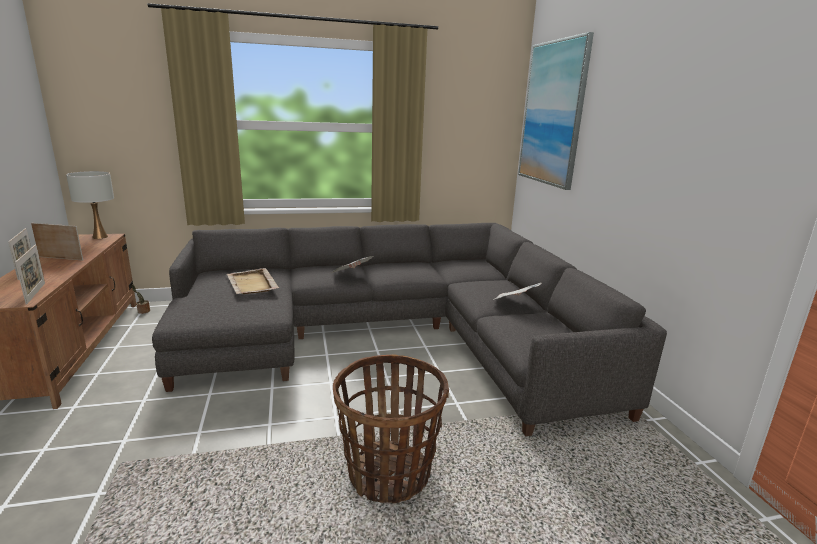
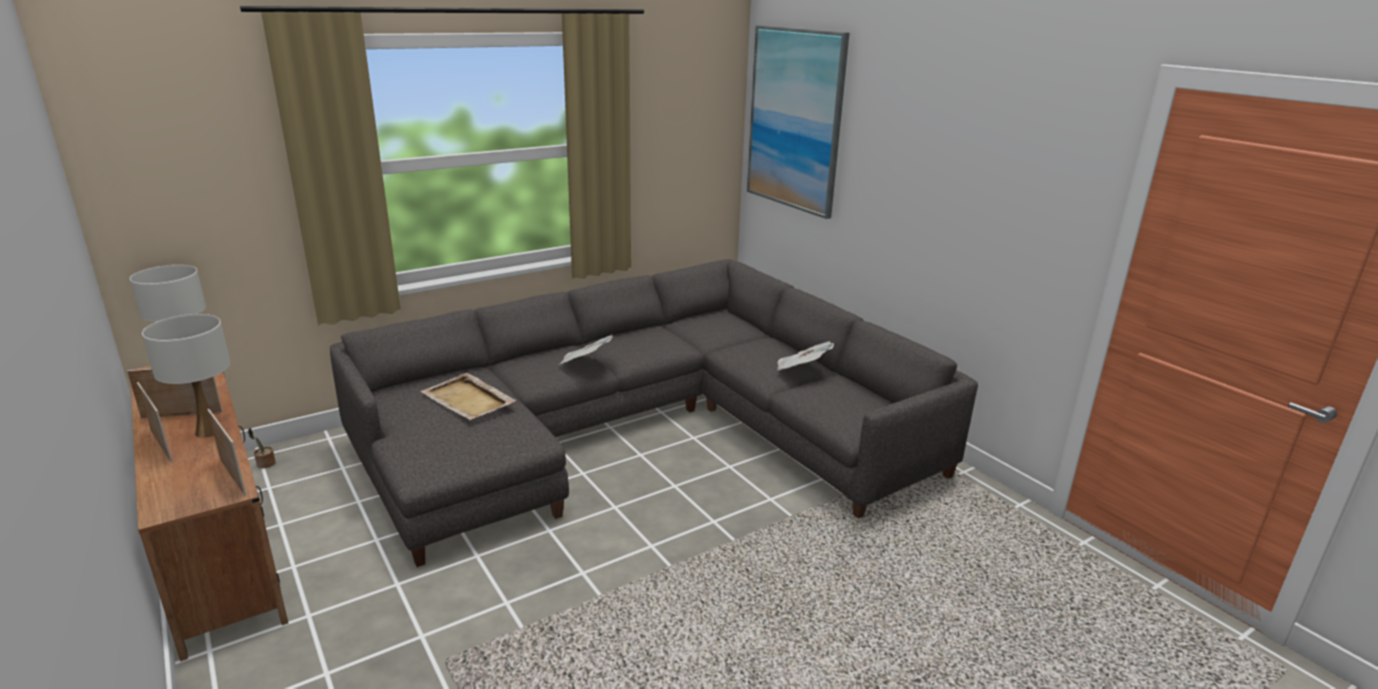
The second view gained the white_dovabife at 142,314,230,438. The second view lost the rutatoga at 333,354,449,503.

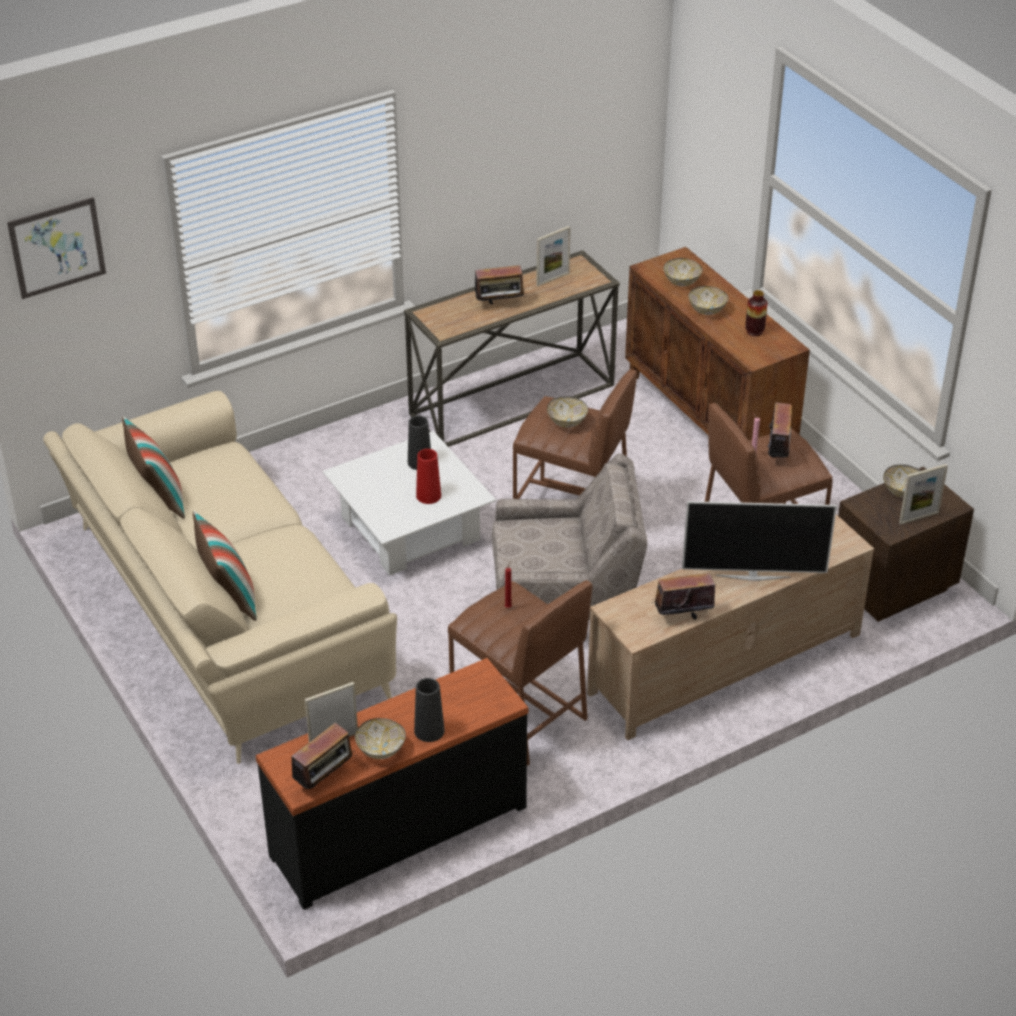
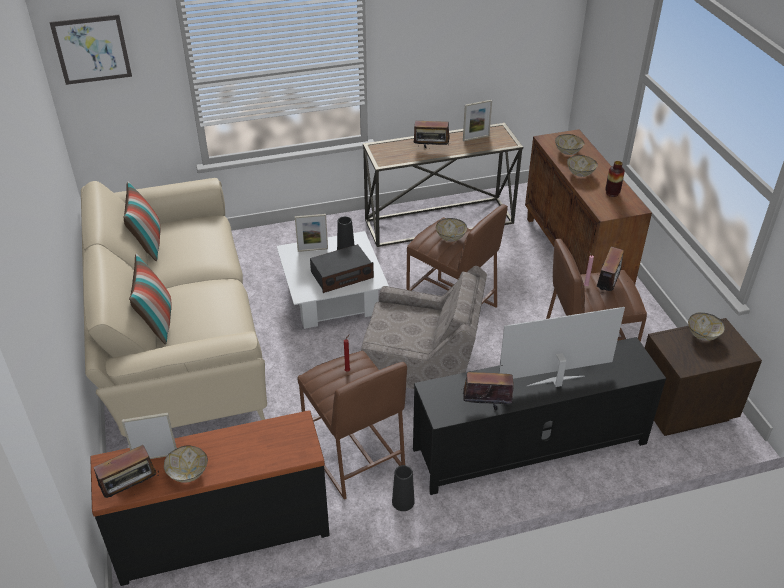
The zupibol ended up elsewhere, having gone from 899,464,948,524 to 295,214,328,252. Where the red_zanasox stood at 416,449,441,504, the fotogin came to stand at 310,244,374,293. The black_zanasox ended up elsewhere, having gone from 414,678,445,742 to 392,465,415,511. What was the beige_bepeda at 587,514,874,740 turned into the black_bepeda at 413,337,666,495. The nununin at 682,501,837,581 ended up facing another way, 150 degrees clockwise from before.

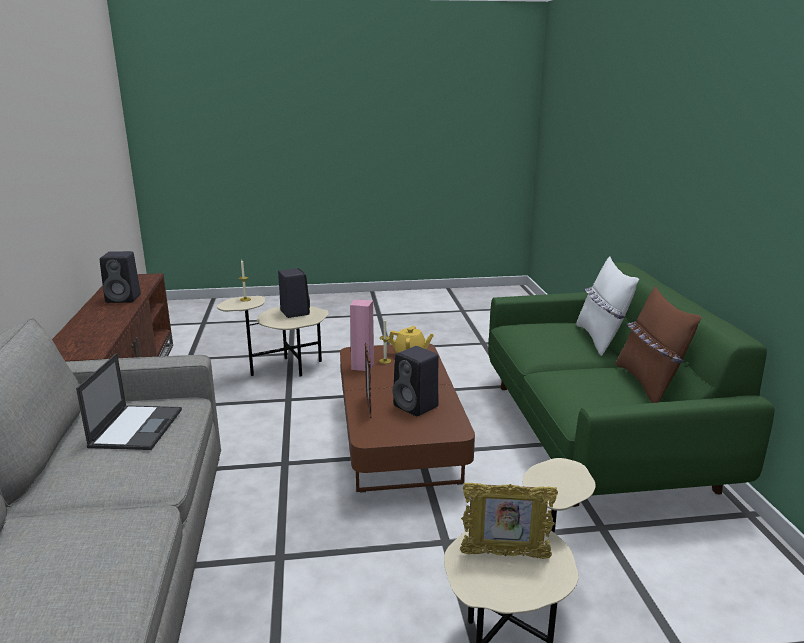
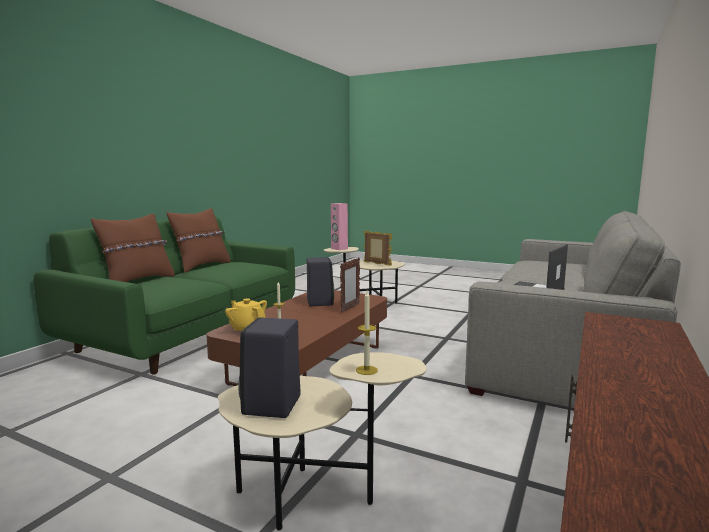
What was the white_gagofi at 576,257,639,356 turned into the brown_gagofi at 91,214,174,282. The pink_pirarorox ended up elsewhere, having gone from 350,299,374,371 to 331,203,348,250. The second view lost the black_pirarorox at 100,251,141,303.

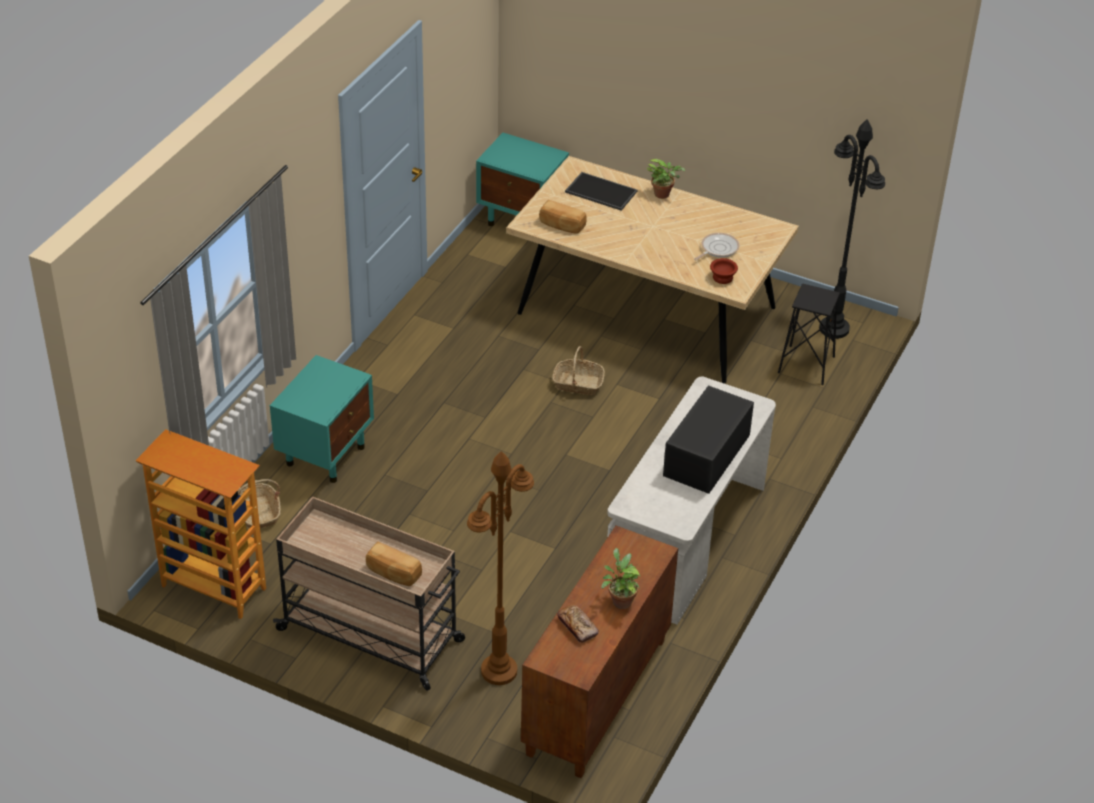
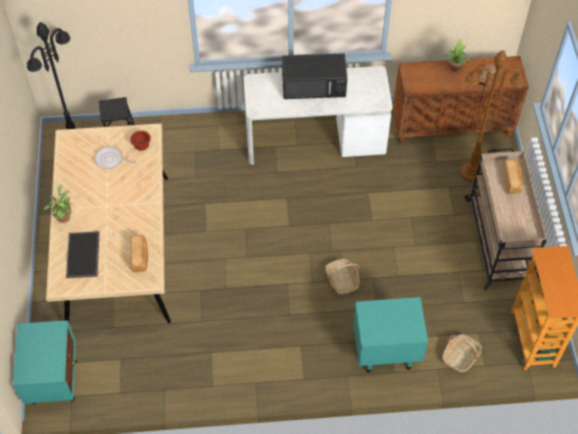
The rutatoga ended up elsewhere, having gone from 552,346,605,395 to 325,259,359,295.

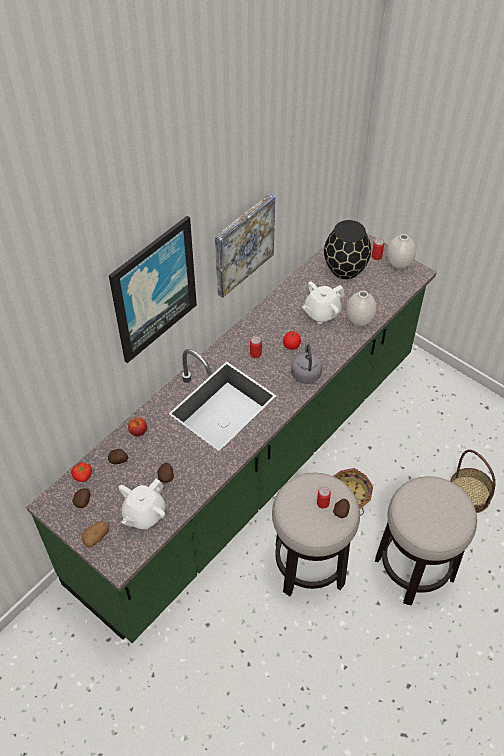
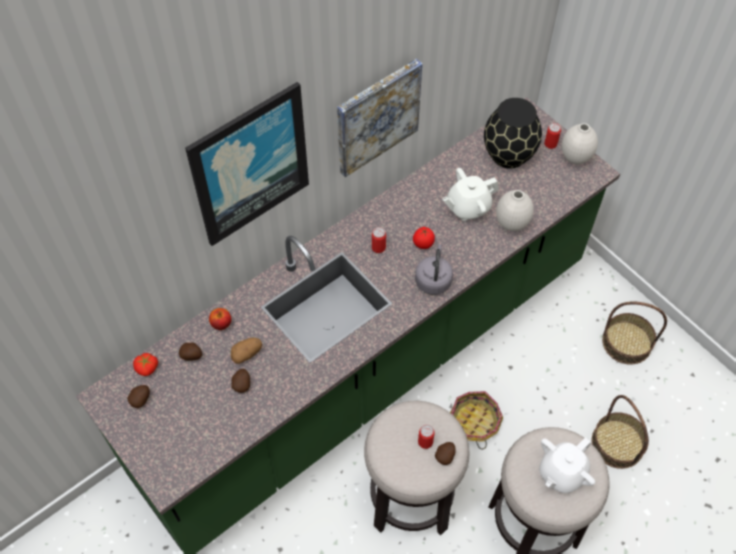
The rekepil ended up elsewhere, having gone from 82,521,109,547 to 231,337,262,364. The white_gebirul ended up elsewhere, having gone from 119,479,165,529 to 539,437,595,493. The second view gained the rutatoga at 602,302,667,365.

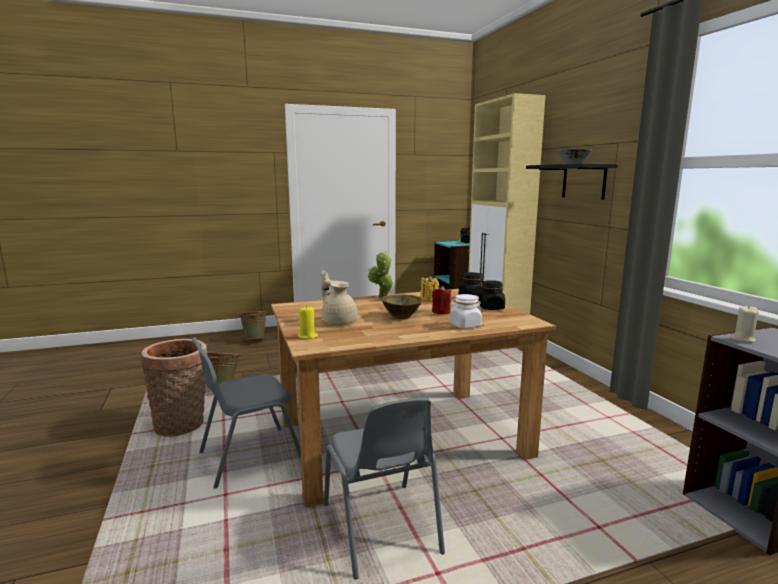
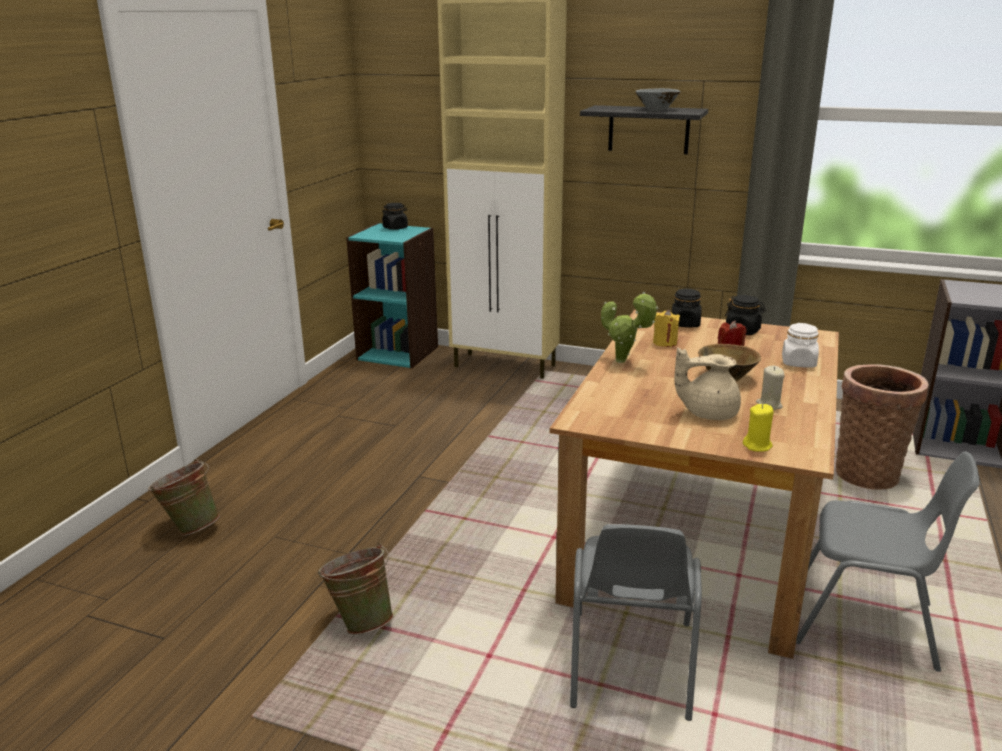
The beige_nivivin ended up elsewhere, having gone from 731,306,759,343 to 756,366,785,410. The rutatoga ended up elsewhere, having gone from 141,339,208,437 to 836,364,929,490.

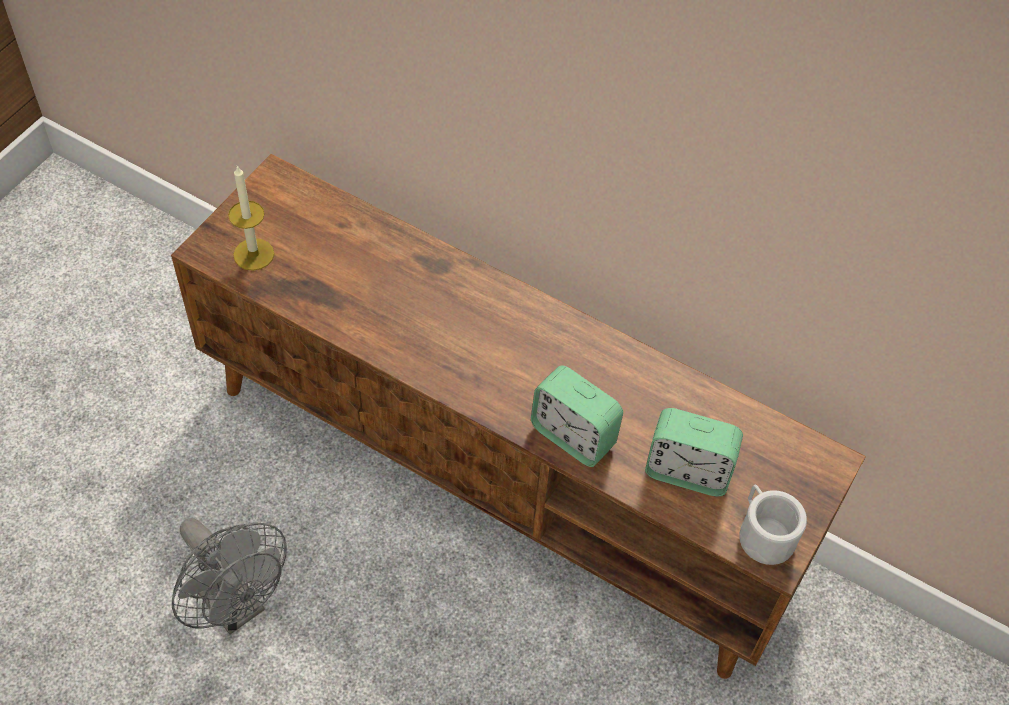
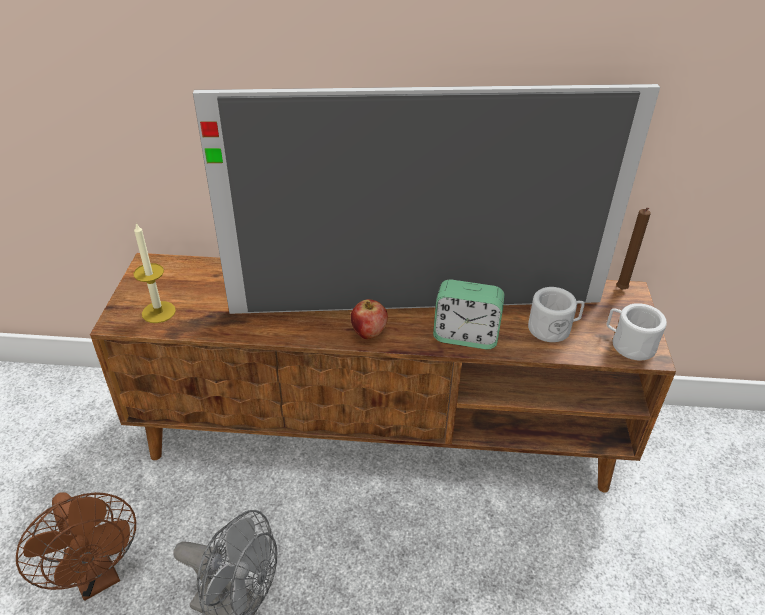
The second view gained the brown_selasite at 16,492,136,601. The second view gained the nununin at 193,84,660,314. The second view gained the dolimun at 351,299,388,339. Where the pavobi stood at 645,408,743,496, the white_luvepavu came to stand at 528,287,585,342. The second view gained the brown_nivivin at 616,207,651,290.

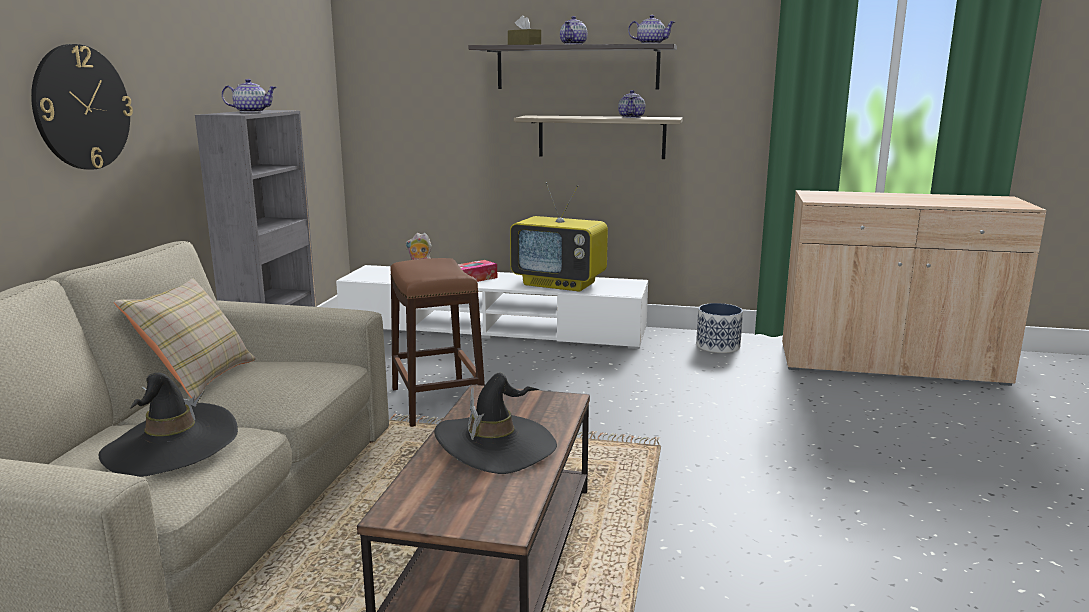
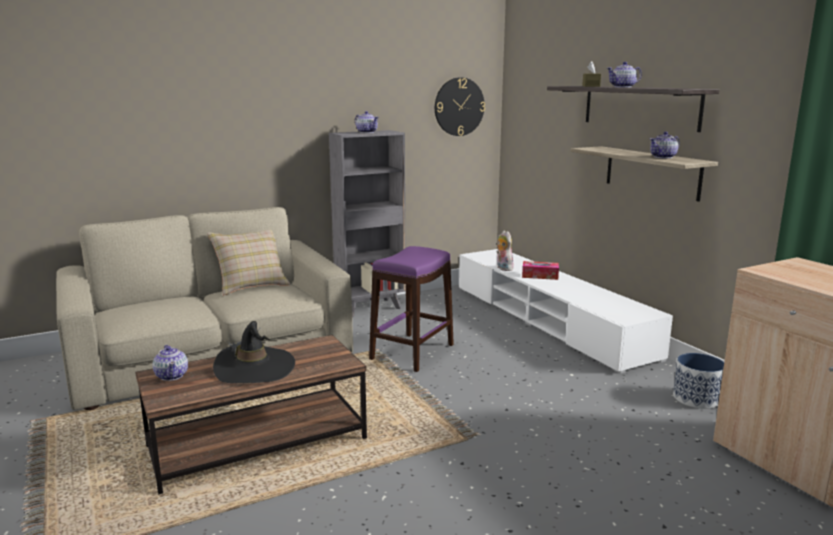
The gebirul ended up elsewhere, having gone from 628,15,675,44 to 153,345,188,381. What was the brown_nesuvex at 390,258,485,427 turned into the purple_nesuvex at 369,246,454,372. The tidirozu ended up elsewhere, having gone from 31,44,133,170 to 435,77,485,136. The second view lost the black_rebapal at 98,372,238,477. The second view lost the nununin at 510,182,608,292.

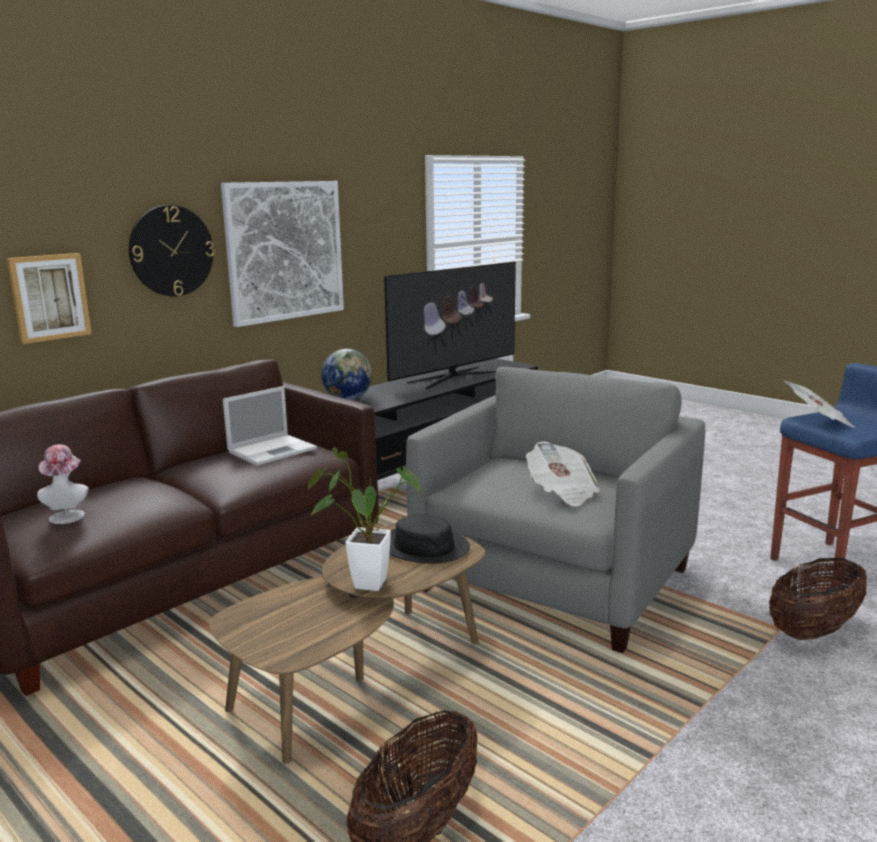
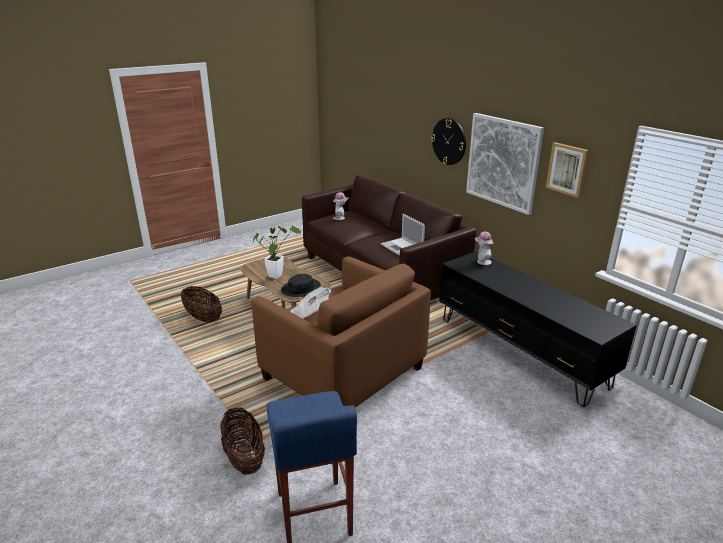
What was the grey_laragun at 406,367,705,653 turned into the brown_laragun at 251,256,431,407. Where the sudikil stood at 321,349,372,400, the rebapal came to stand at 475,232,493,265. The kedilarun ended up elsewhere, having gone from 7,253,92,344 to 546,142,589,198. The second view lost the nununin at 384,262,516,389. The second view lost the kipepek at 784,381,854,427.

